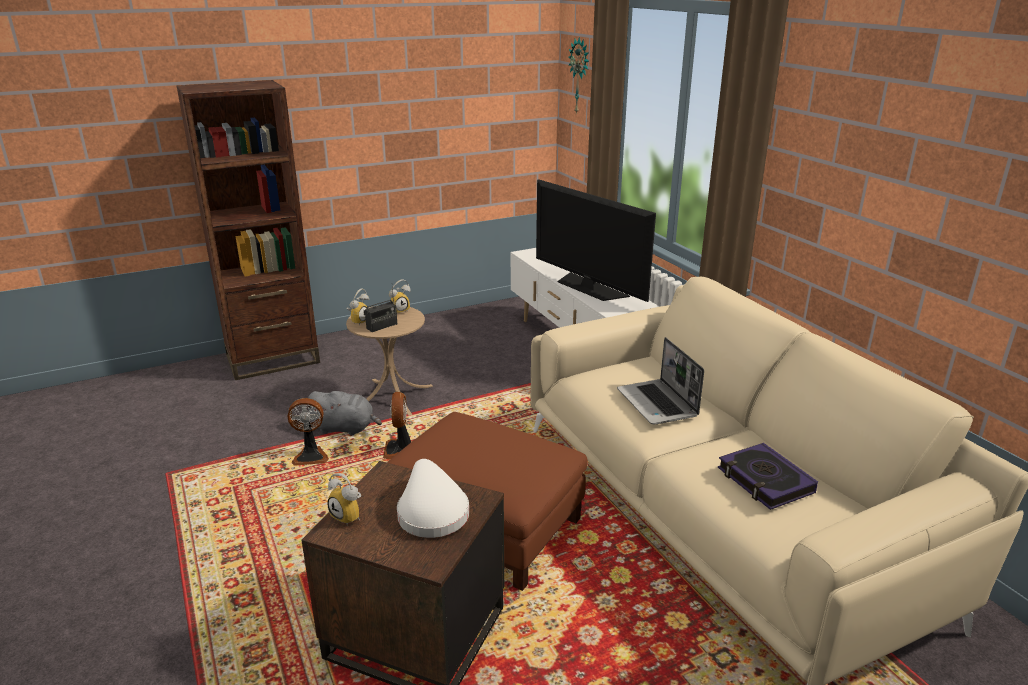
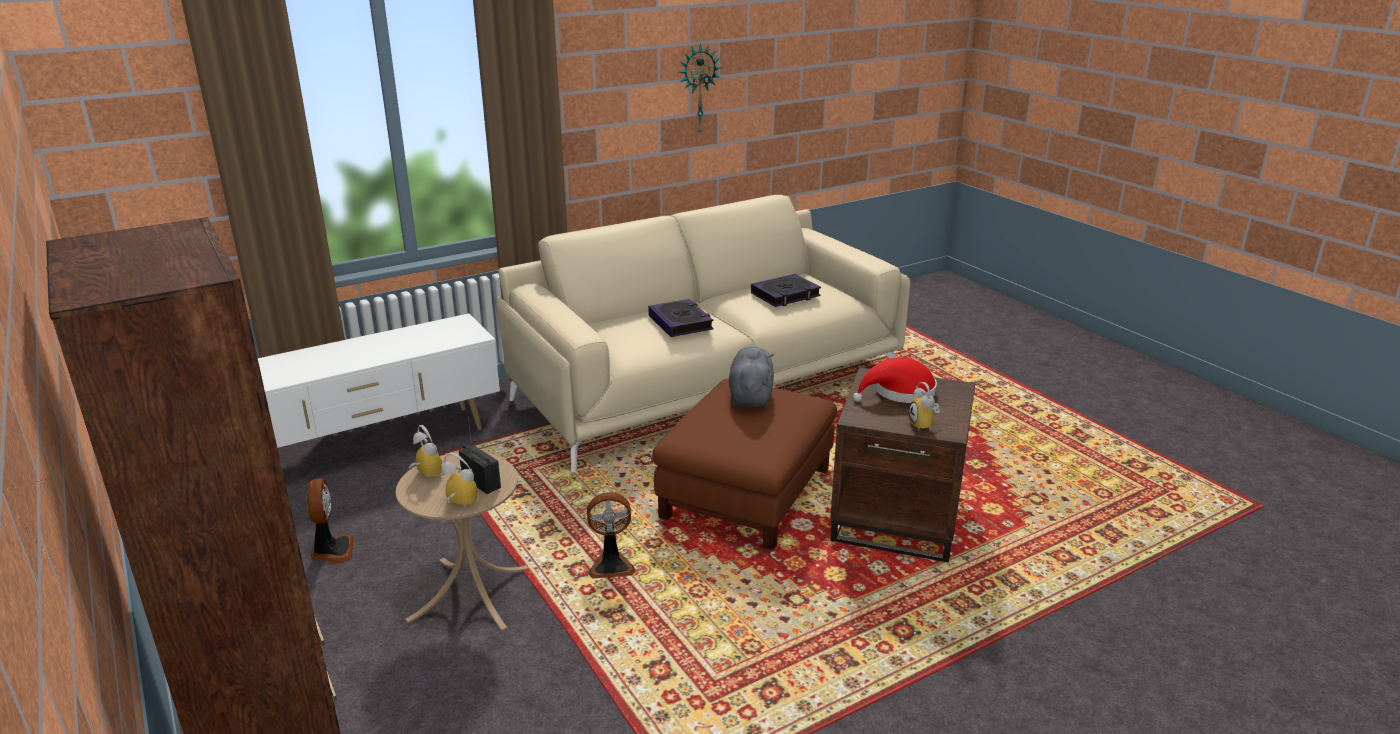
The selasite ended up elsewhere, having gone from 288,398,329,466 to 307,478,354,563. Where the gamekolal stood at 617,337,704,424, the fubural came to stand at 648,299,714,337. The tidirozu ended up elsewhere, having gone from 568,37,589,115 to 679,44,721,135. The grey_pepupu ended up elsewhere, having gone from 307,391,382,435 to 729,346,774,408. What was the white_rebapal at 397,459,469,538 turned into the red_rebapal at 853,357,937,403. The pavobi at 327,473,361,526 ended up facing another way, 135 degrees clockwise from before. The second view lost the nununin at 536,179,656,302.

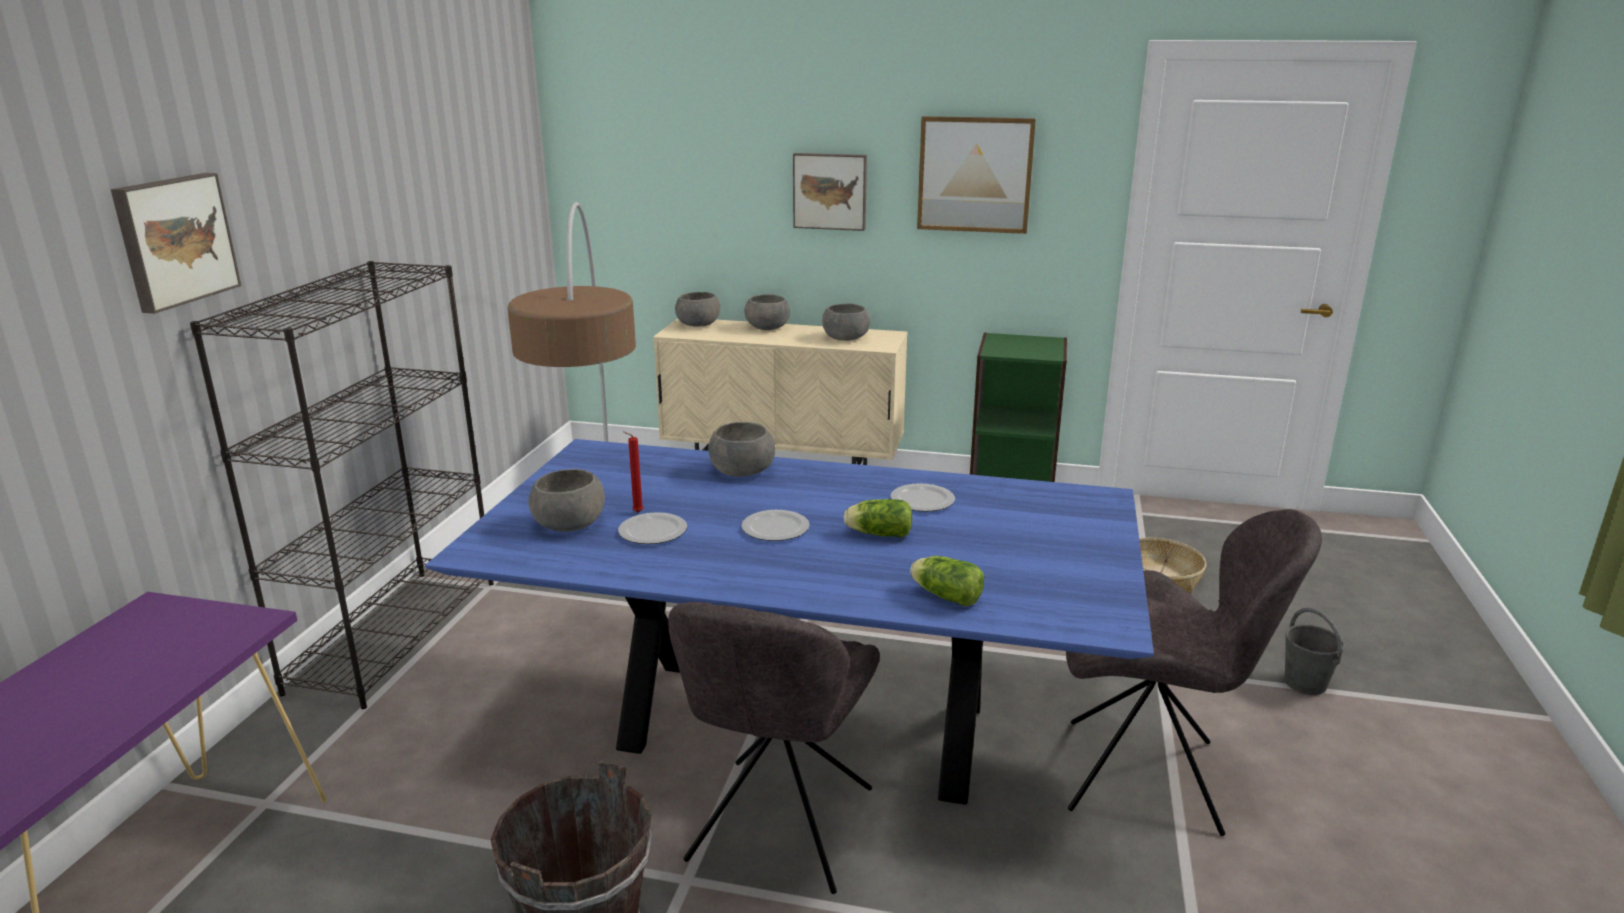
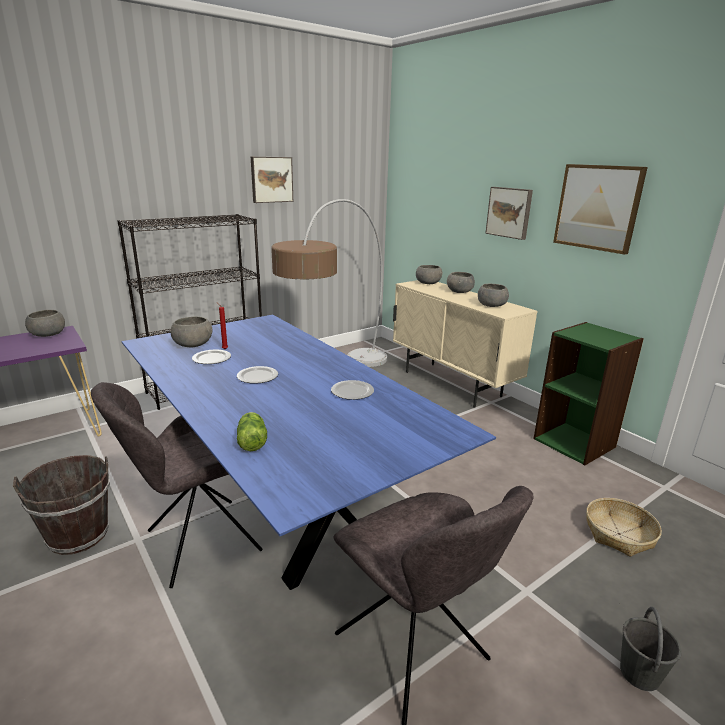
The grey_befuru ended up elsewhere, having gone from 708,422,775,477 to 25,310,65,337. The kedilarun ended up elsewhere, having gone from 111,173,242,314 to 251,157,293,203. The second view lost the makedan at 844,499,912,537.

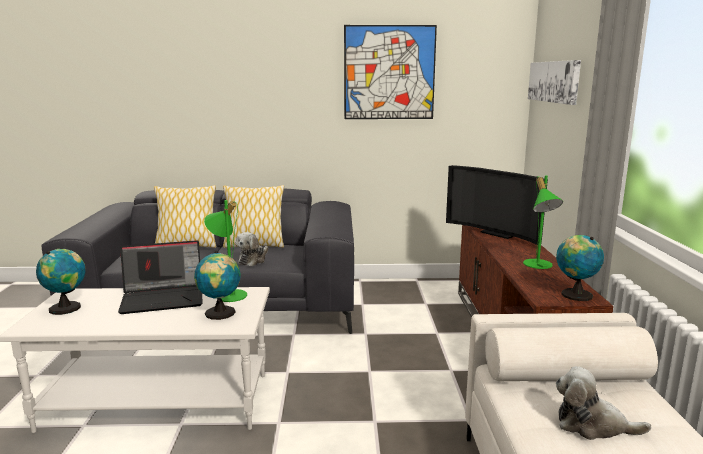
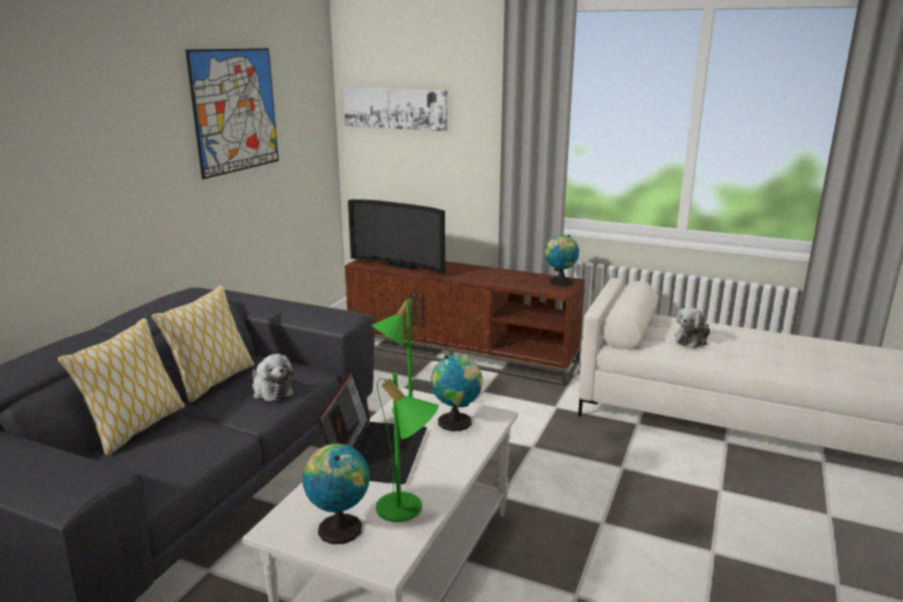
The nununin at 446,165,548,245 ended up facing another way, 45 degrees clockwise from before. The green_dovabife ended up elsewhere, having gone from 523,176,563,269 to 376,373,439,522.

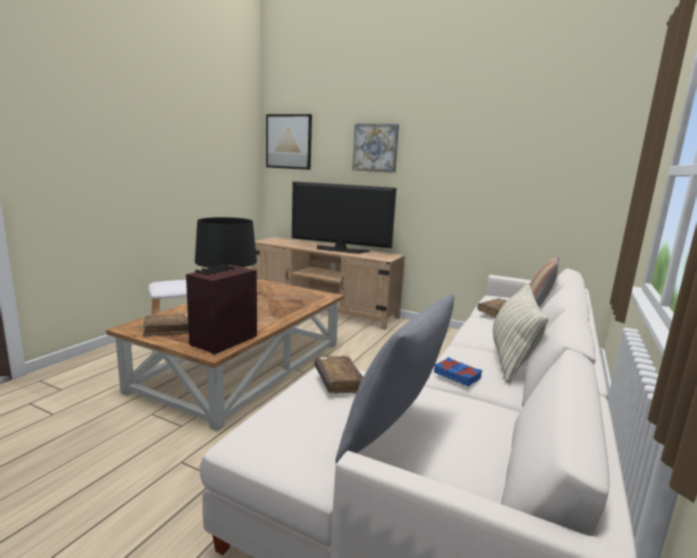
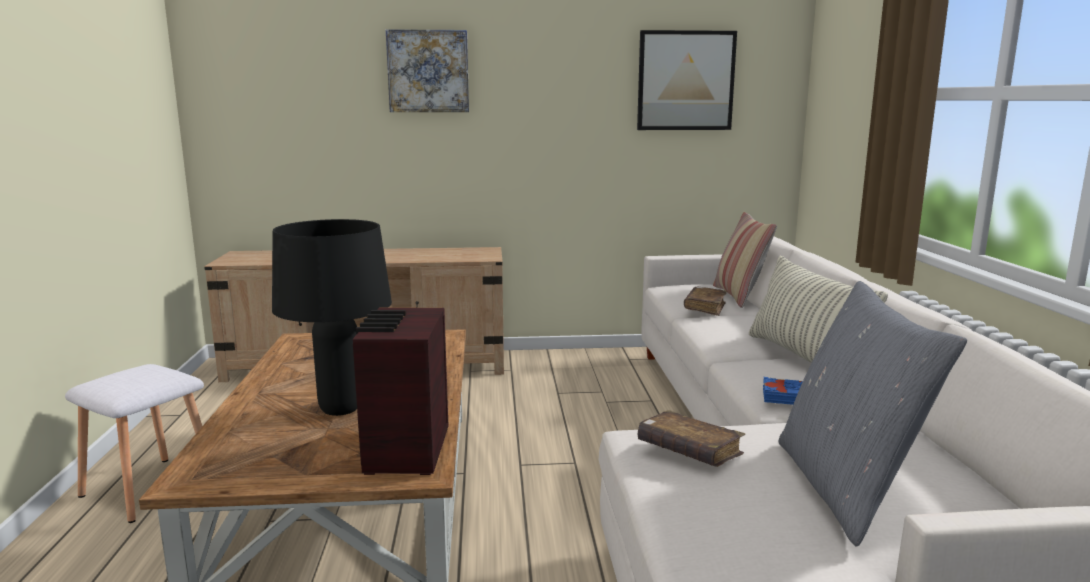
The kedilarun ended up elsewhere, having gone from 266,114,312,170 to 637,30,737,130. The second view lost the brown_fubural at 143,314,189,336. The second view lost the nununin at 292,181,396,254.

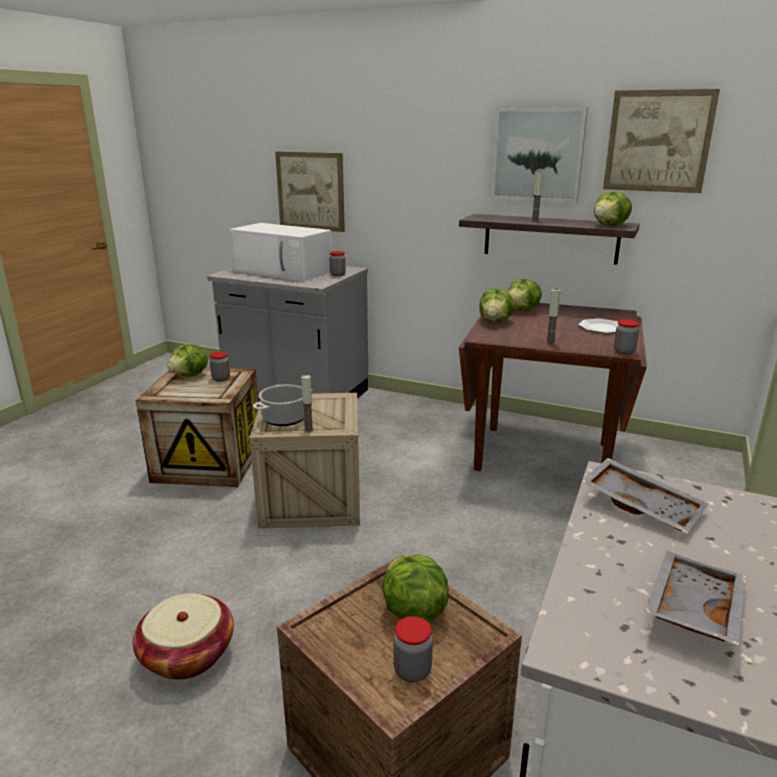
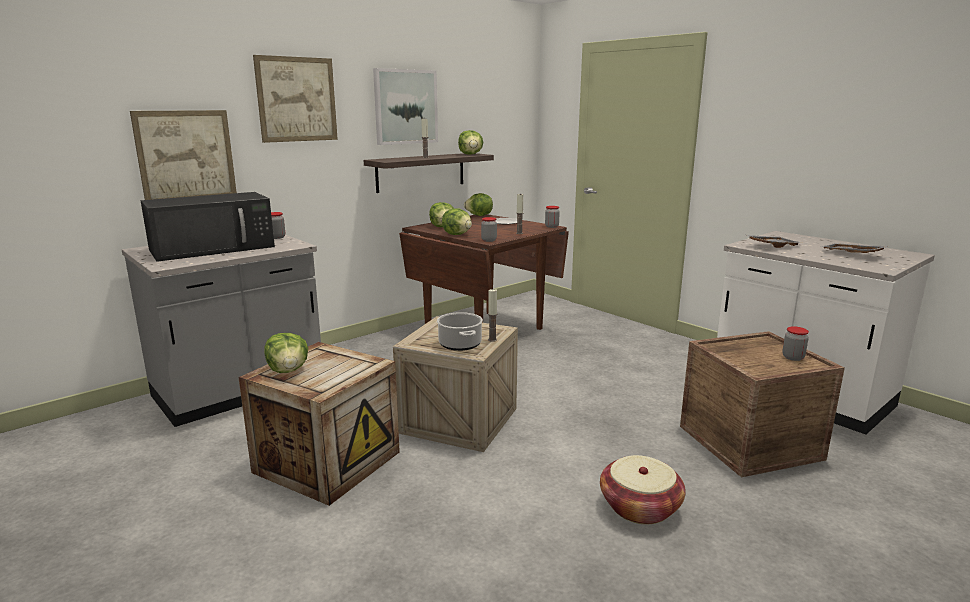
What was the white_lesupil at 229,223,332,281 turned into the black_lesupil at 141,192,275,262. The kedilarun ended up elsewhere, having gone from 603,89,720,193 to 253,55,338,143. The makedan ended up elsewhere, having gone from 382,554,449,622 to 464,193,493,216. The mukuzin ended up elsewhere, having gone from 210,352,230,381 to 481,217,497,242.

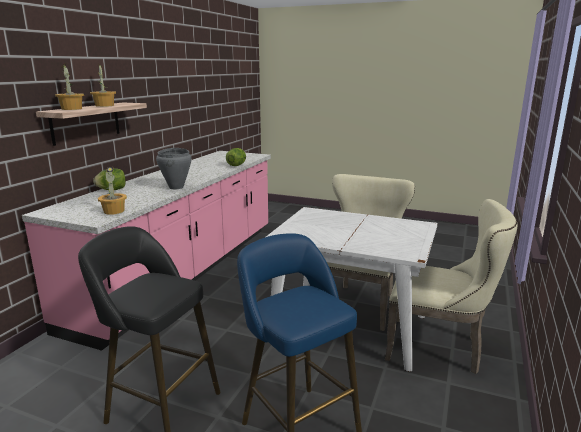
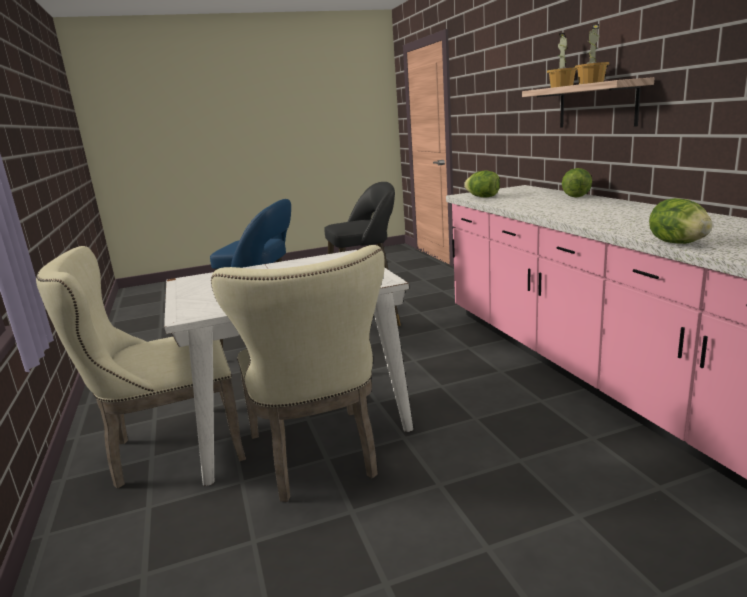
Where the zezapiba stood at 98,167,127,215, the makedan came to stand at 464,171,500,197. The second view lost the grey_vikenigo at 156,148,192,189.

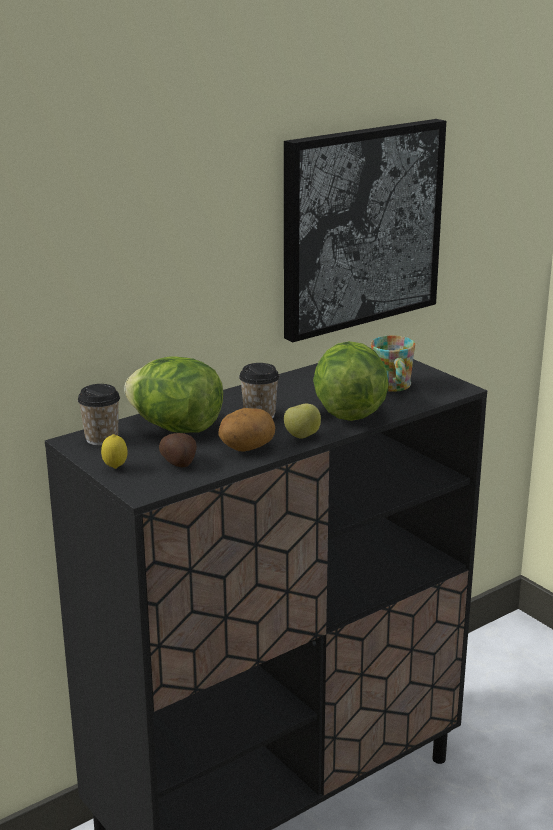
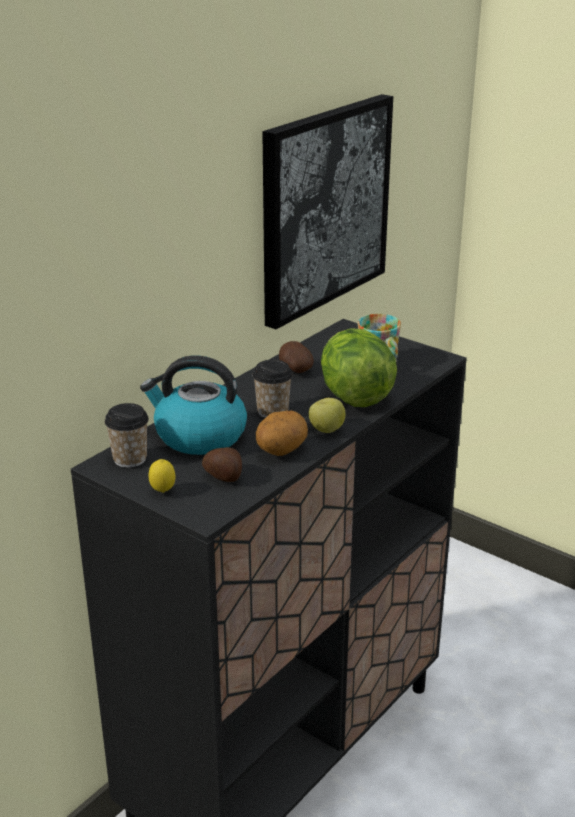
Where the makedan stood at 124,357,223,433, the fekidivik came to stand at 140,355,247,455. The second view gained the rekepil at 279,341,314,373.

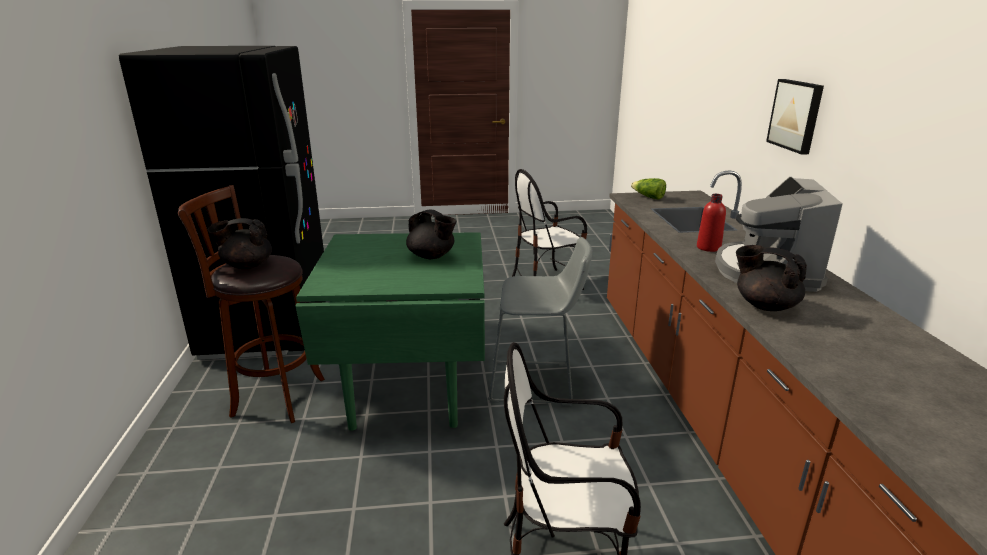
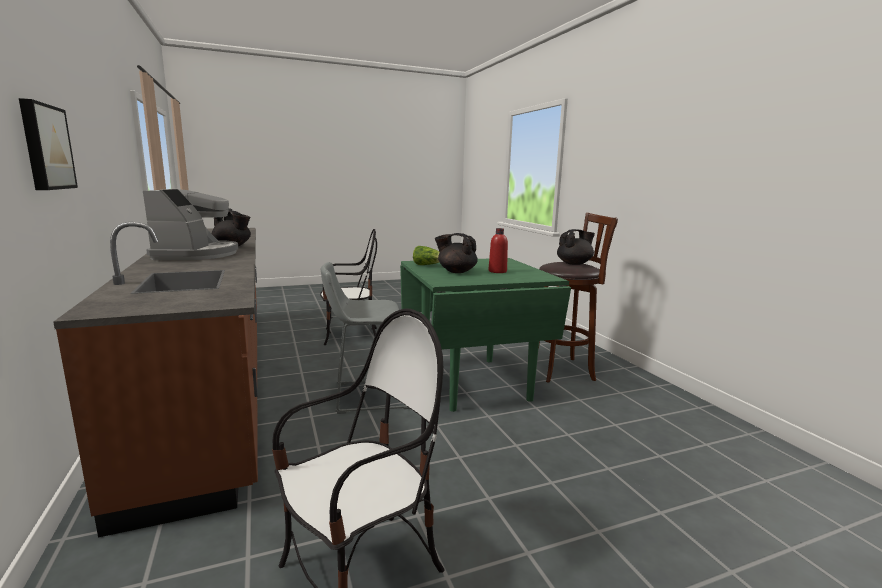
The makedan ended up elsewhere, having gone from 631,178,666,200 to 413,246,440,265. The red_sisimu ended up elsewhere, having gone from 697,194,726,252 to 488,228,508,273. The second view lost the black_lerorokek at 119,46,326,360.

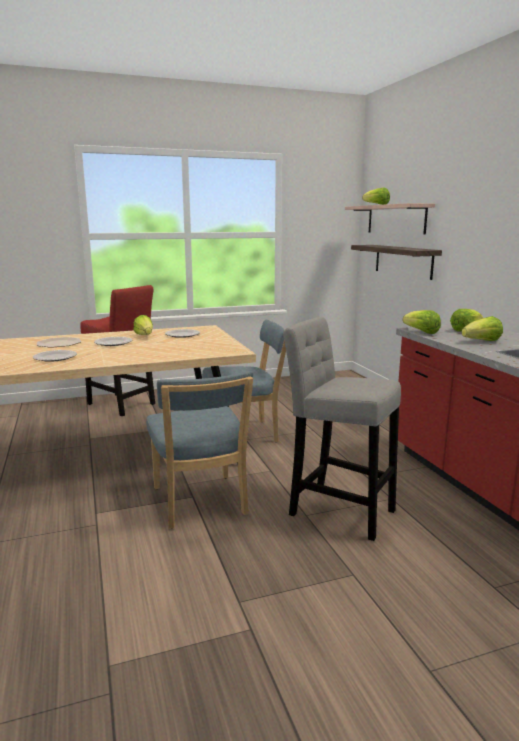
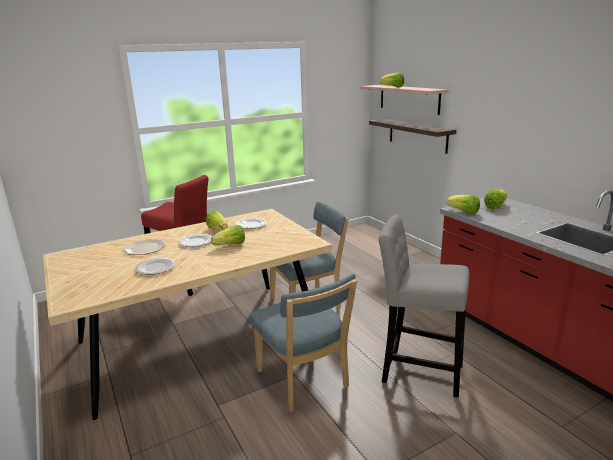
The makedan ended up elsewhere, having gone from 461,316,503,341 to 211,225,245,245.

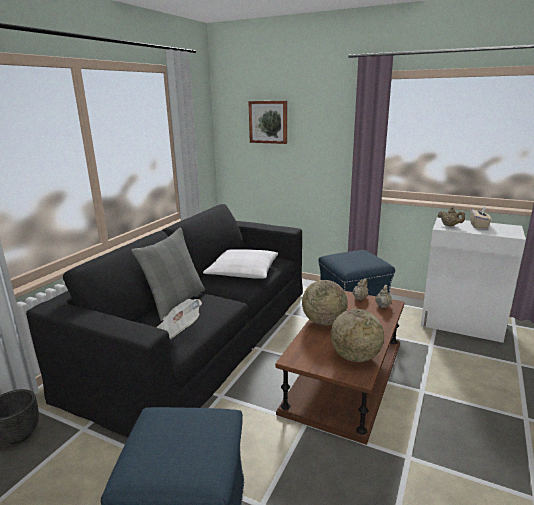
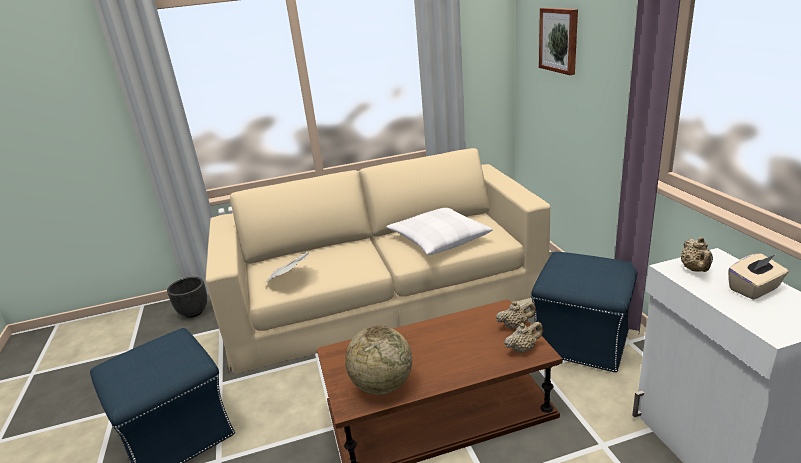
What was the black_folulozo at 26,204,303,437 turned into the beige_folulozo at 206,148,550,374. The second view lost the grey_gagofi at 131,227,205,321. The second view lost the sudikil at 302,280,348,326.

